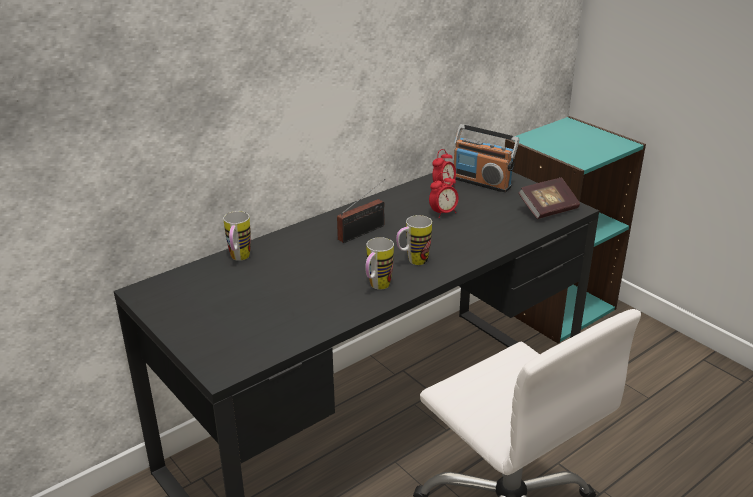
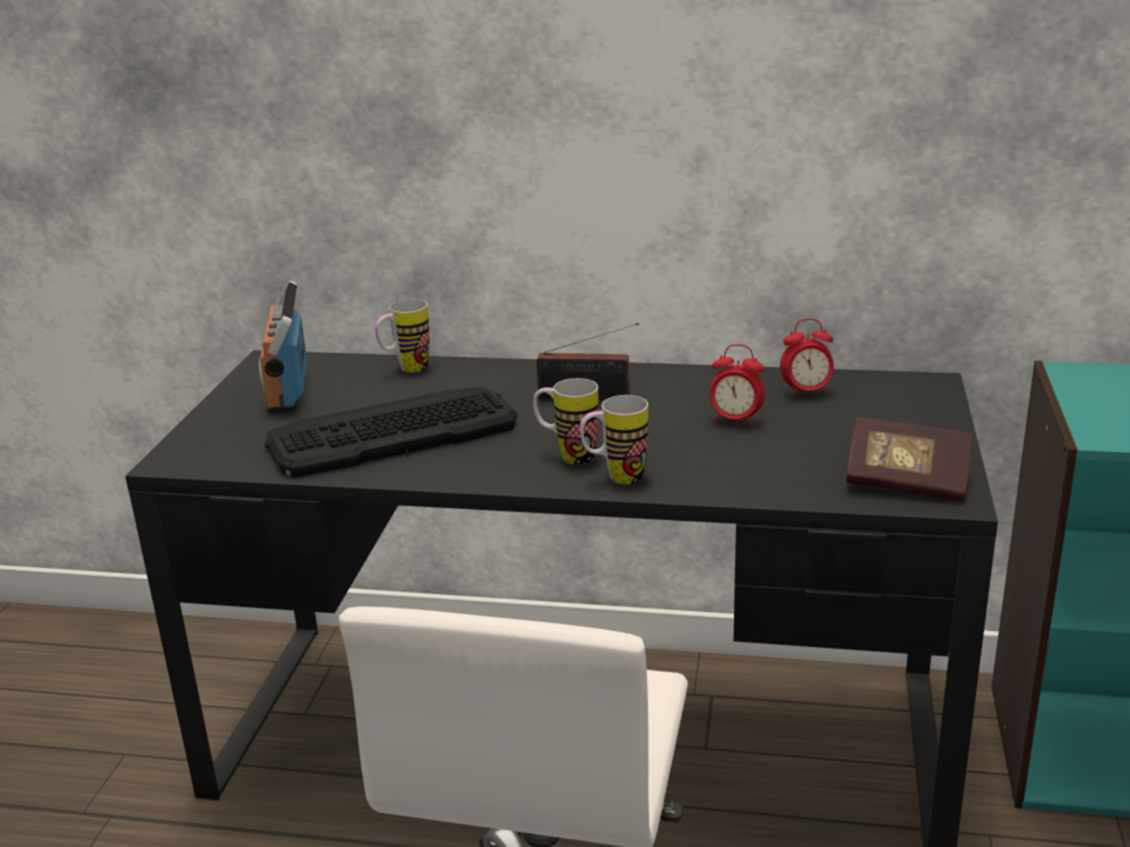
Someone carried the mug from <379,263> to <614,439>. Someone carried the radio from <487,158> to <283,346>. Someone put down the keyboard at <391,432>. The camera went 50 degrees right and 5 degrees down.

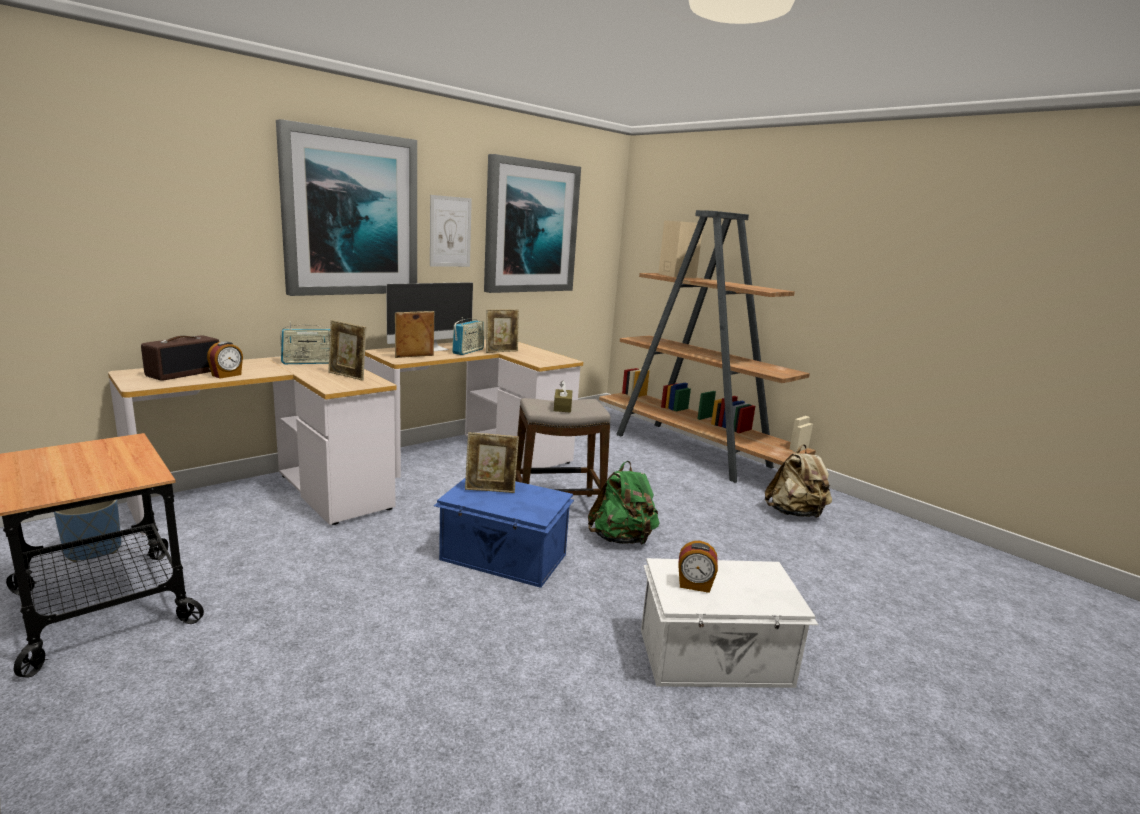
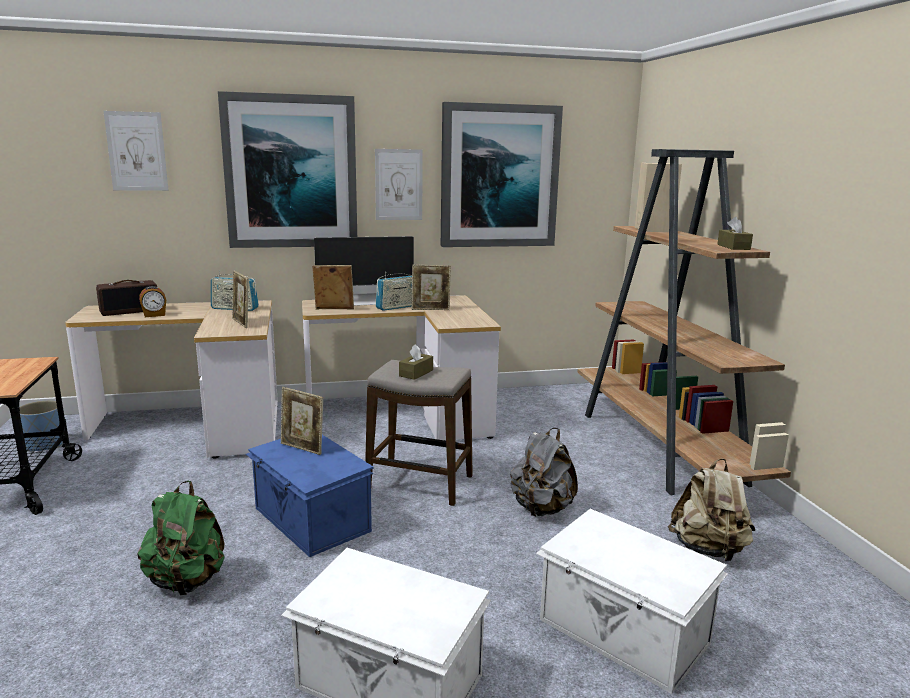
Someone carried the green backpack from <624,503> to <181,538>. Someone took away the alarm clock at <698,567>. Someone put up the picture at <136,151>. Someone put down the grey backpack at <544,472>. Someone put down the white storage box at <632,601>. Someone put down the brown tissue box at <735,233>. The camera went 30 degrees right and 0 degrees up.

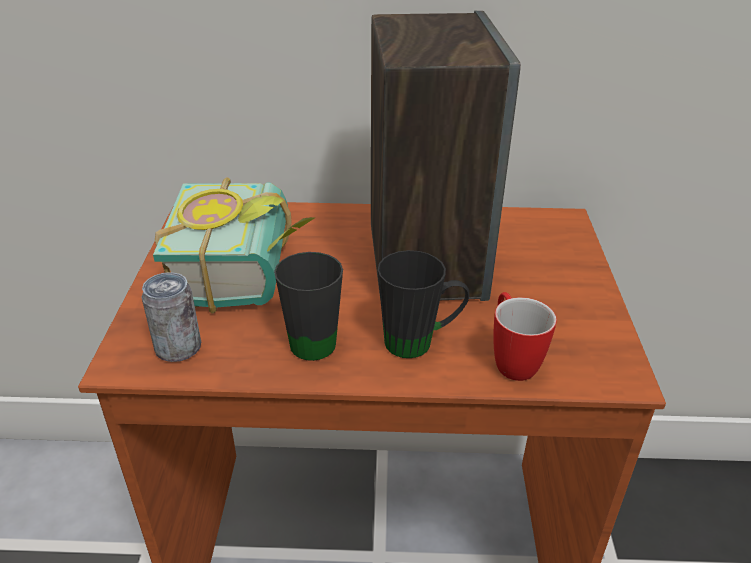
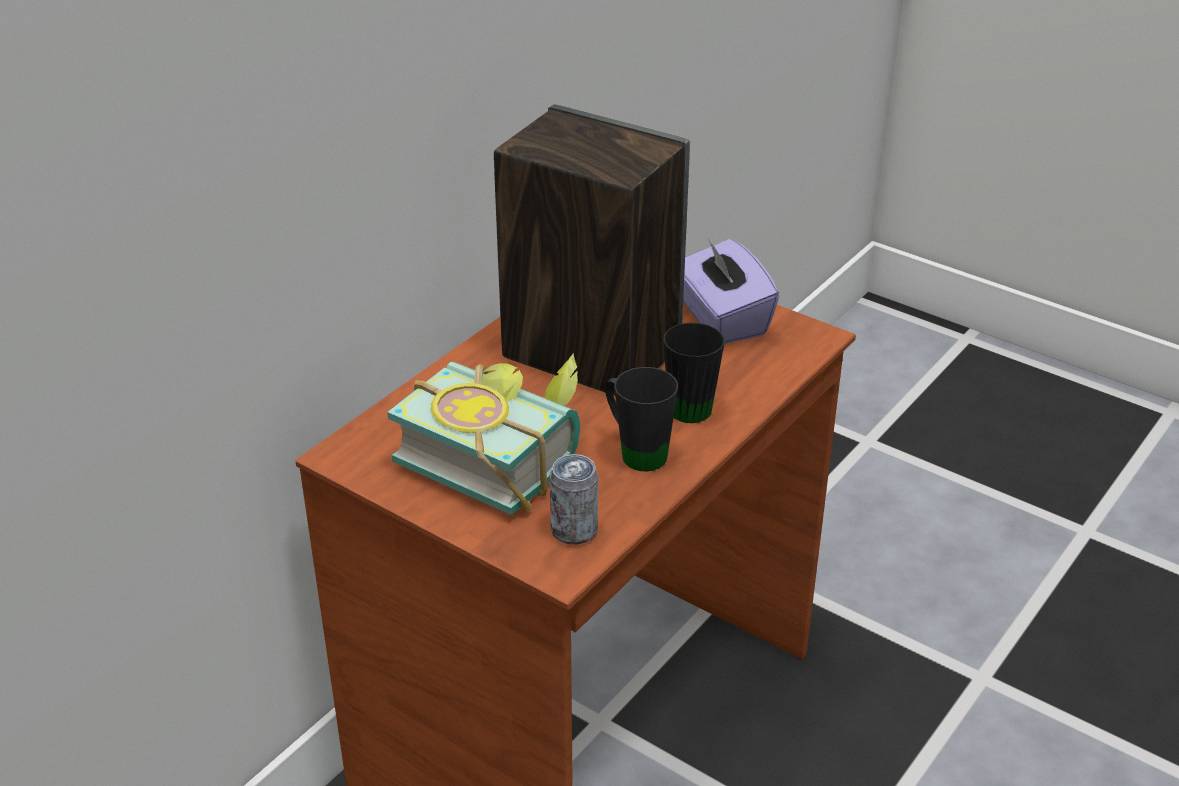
Someone took away the mug at <525,336>. Someone put down the purple tissue box at <731,291>. The camera went 55 degrees left and 0 degrees up.

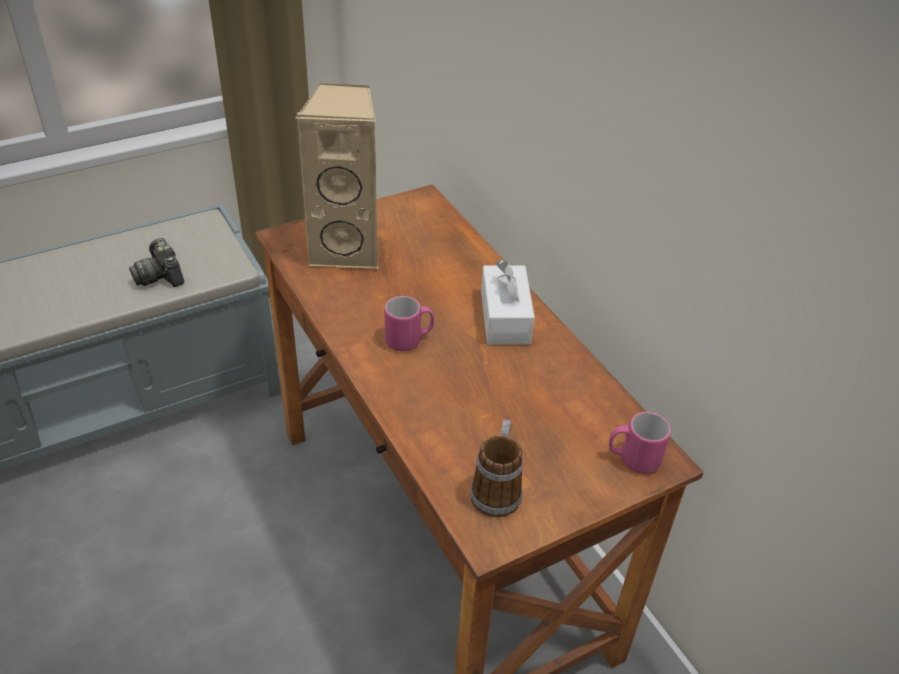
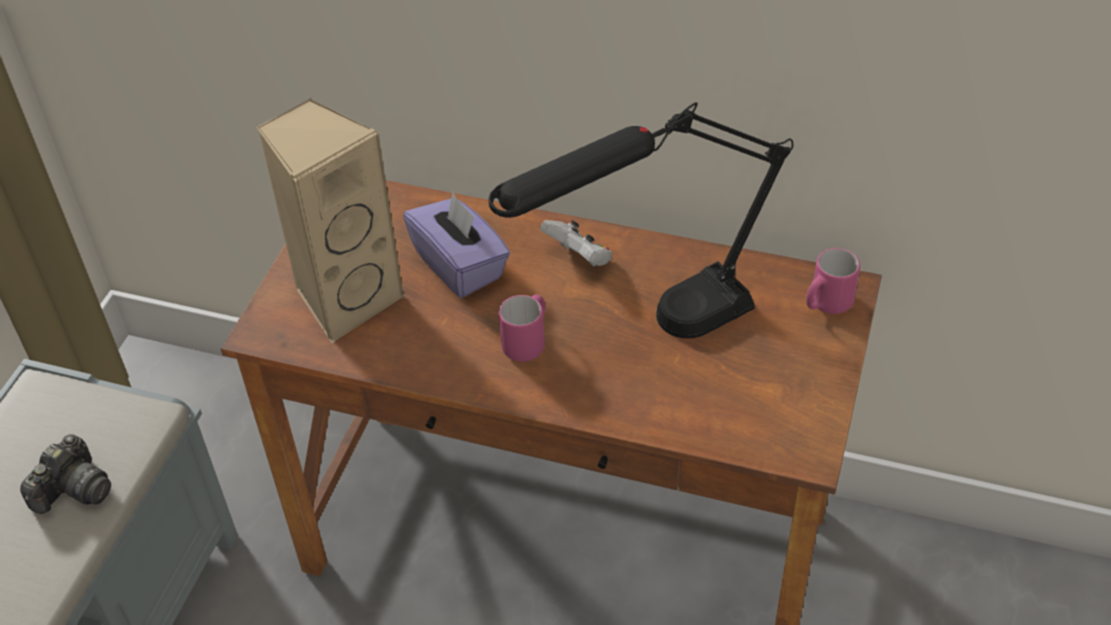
Someone rotated the photo camera at <156,262> by 75 degrees counterclockwise. Someone took away the mug at <496,468>. Someone swapped the white tissue box at <508,302> for the white game controller at <576,243>. Someone put down the purple tissue box at <456,245>. Someone put down the black table lamp at <640,220>. The camera went 40 degrees left and 5 degrees up.

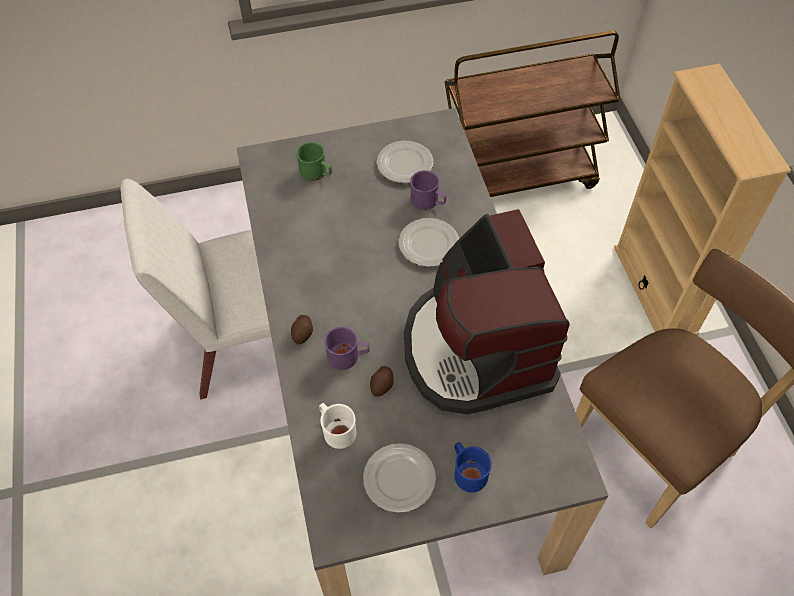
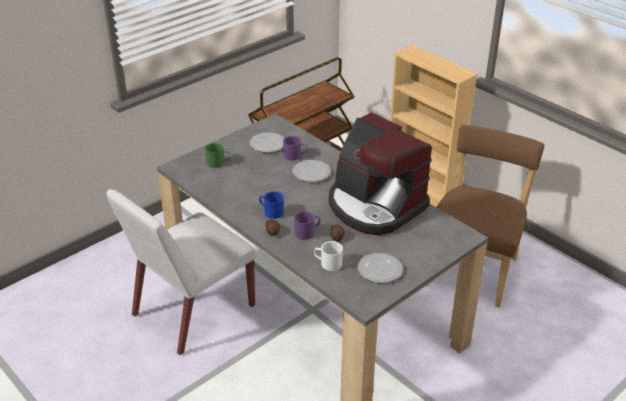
Someone carried the blue mug from <473,467> to <271,205>. The camera went 30 degrees left and 20 degrees down.

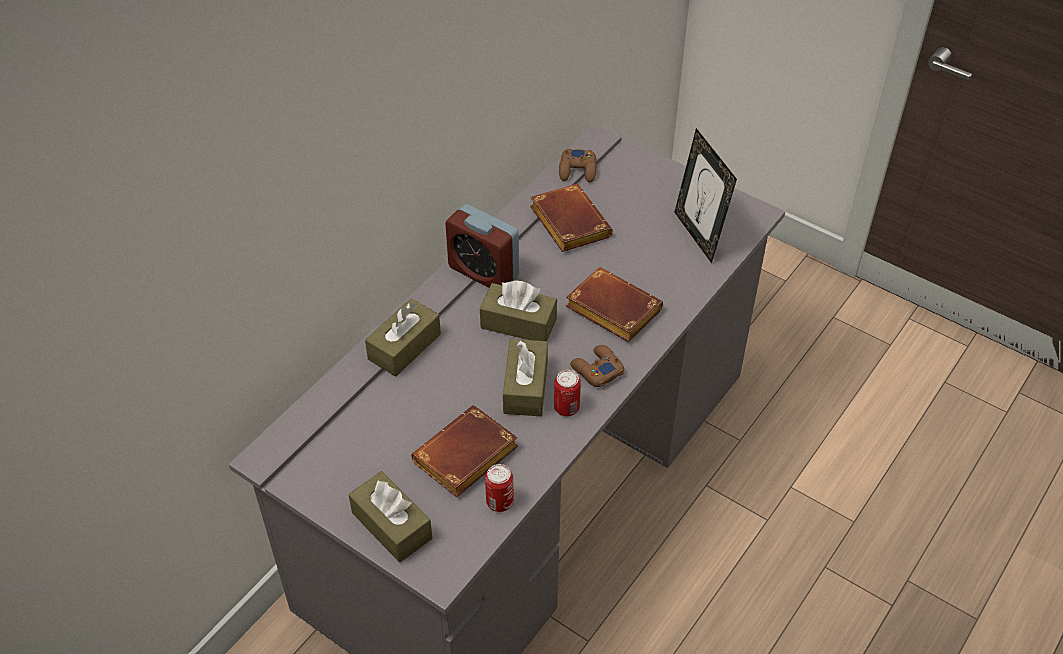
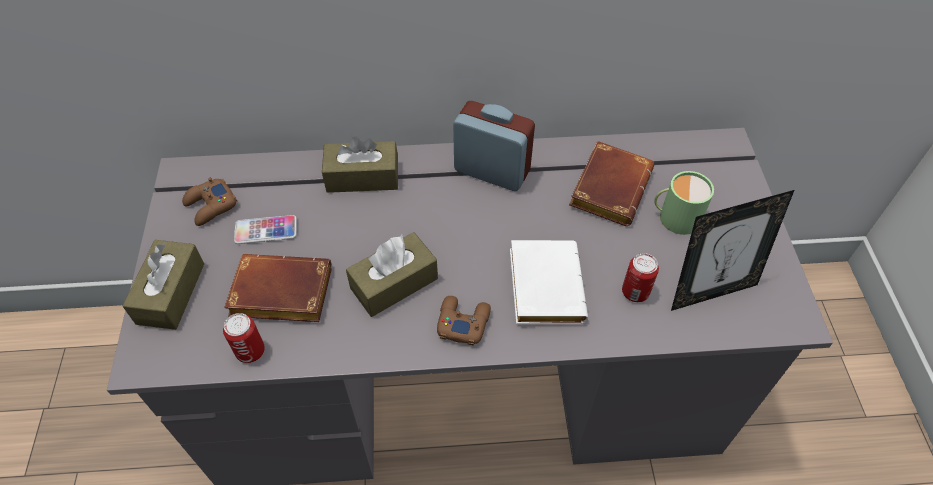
Someone rotated the alarm clock at <482,246> by 120 degrees clockwise. Someone took away the brown tissue box at <518,310>. Someone carried the can from <567,393> to <640,277>. Someone carried the brown game controller from <577,165> to <209,202>. Someone repainted the brown book at <614,304>, which became the white book at <549,282>. Someone rotated the picture frame at <705,195> by 135 degrees counterclockwise. Someone put down the phone at <265,229>. Someone put down the green mug at <684,203>. The camera went 50 degrees right and 5 degrees up.

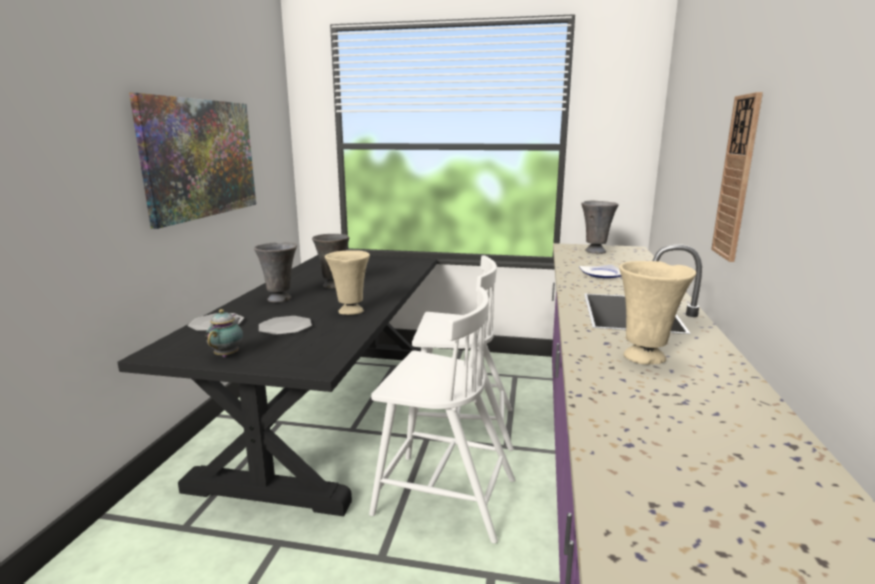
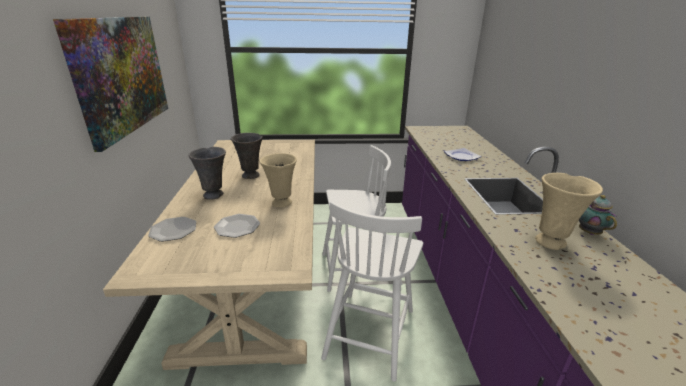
Someone repainted the black dining table at <277,385>, which became the beige dining table at <209,255>. Someone carried the teapot from <224,333> to <598,215>. Someone rotated the white chair at <442,415> by 105 degrees clockwise. Someone took away the grey vase at <600,227>. Someone took away the wall clock at <737,177>. The camera went 15 degrees left and 10 degrees up.

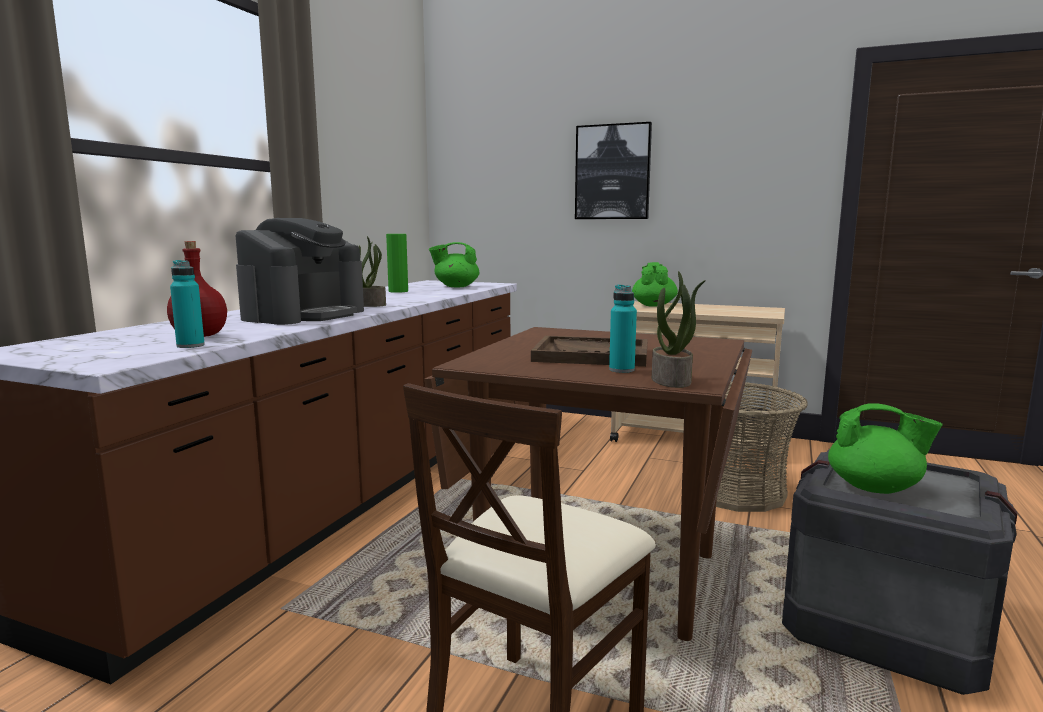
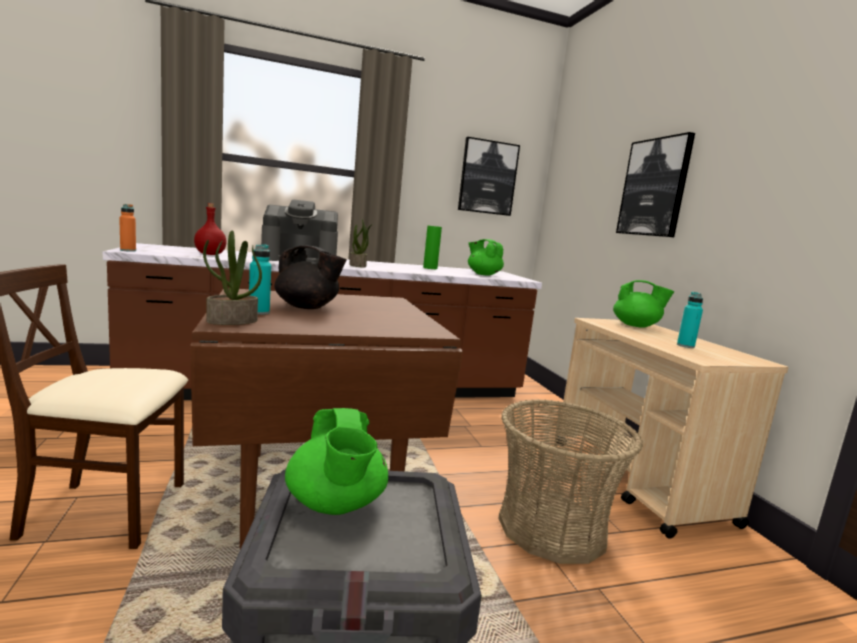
Someone carried the turquoise bottle from <187,304> to <690,320>. Someone swapped the brown tray at <589,351> for the black teapot at <310,277>. Someone rotated the green teapot at <655,284> by 60 degrees clockwise. Someone put down the orange bottle at <127,228>. Someone put up the picture at <489,176>. The camera went 50 degrees right and 0 degrees up.

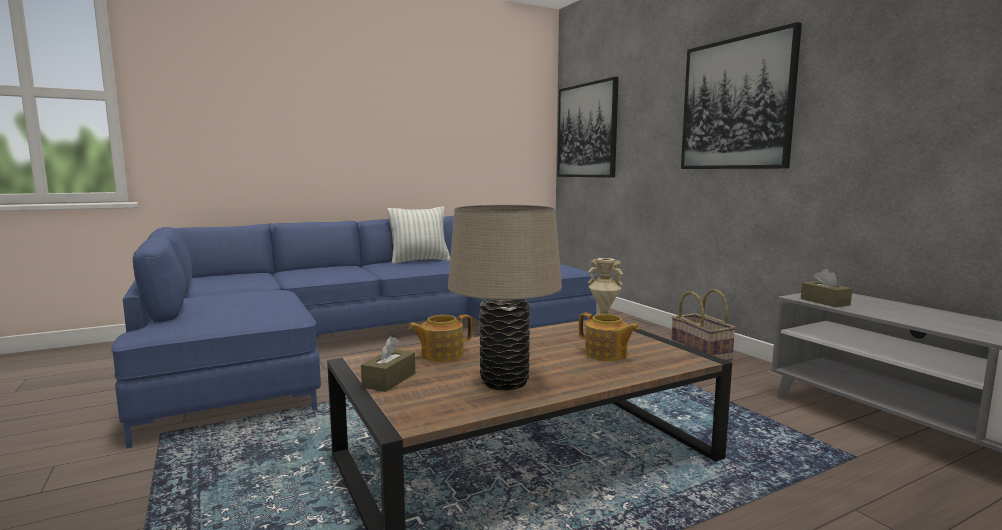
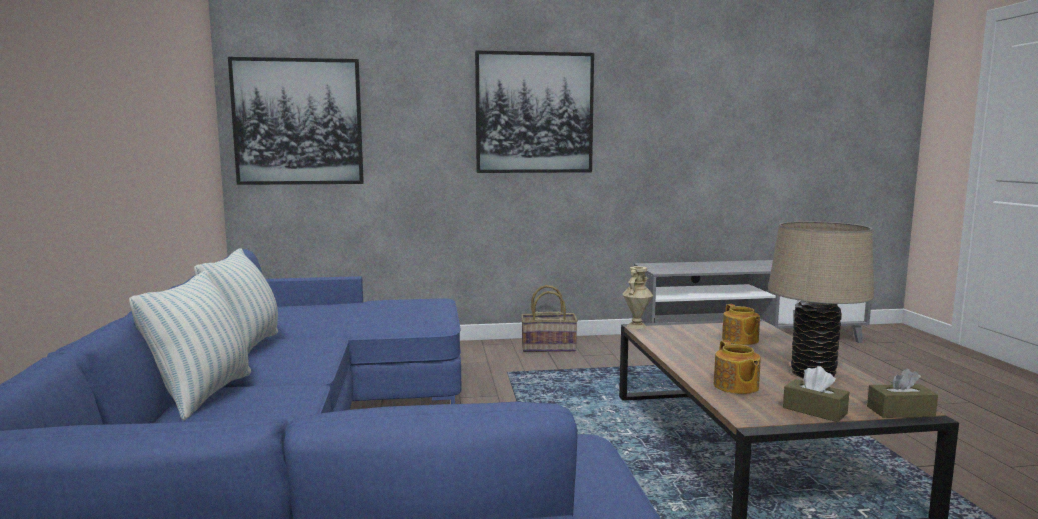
Someone rotated the teapot at <609,337> by 105 degrees clockwise. Someone carried the brown tissue box from <826,288> to <902,393>. Someone put down the pillow at <190,345>. The camera went 70 degrees left and 0 degrees up.

